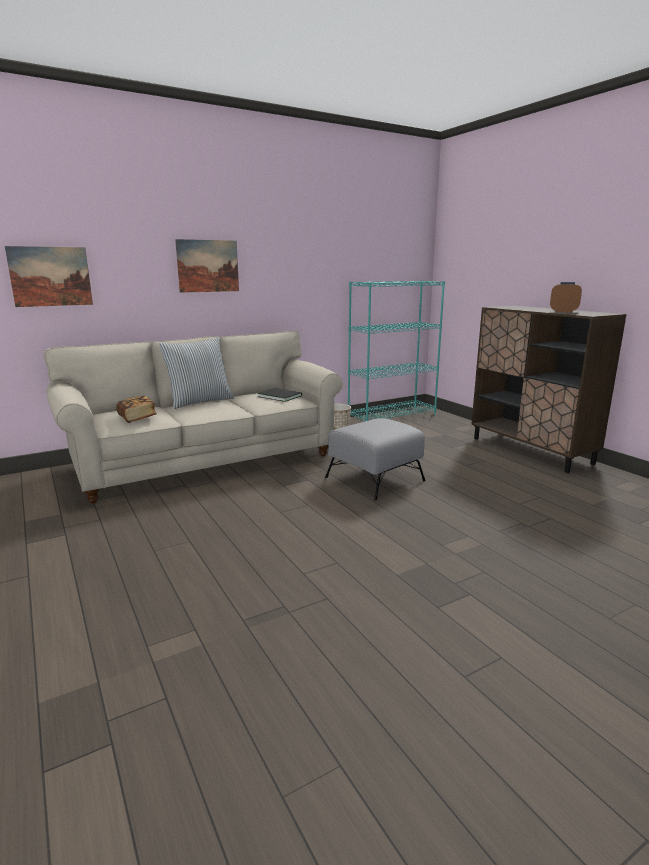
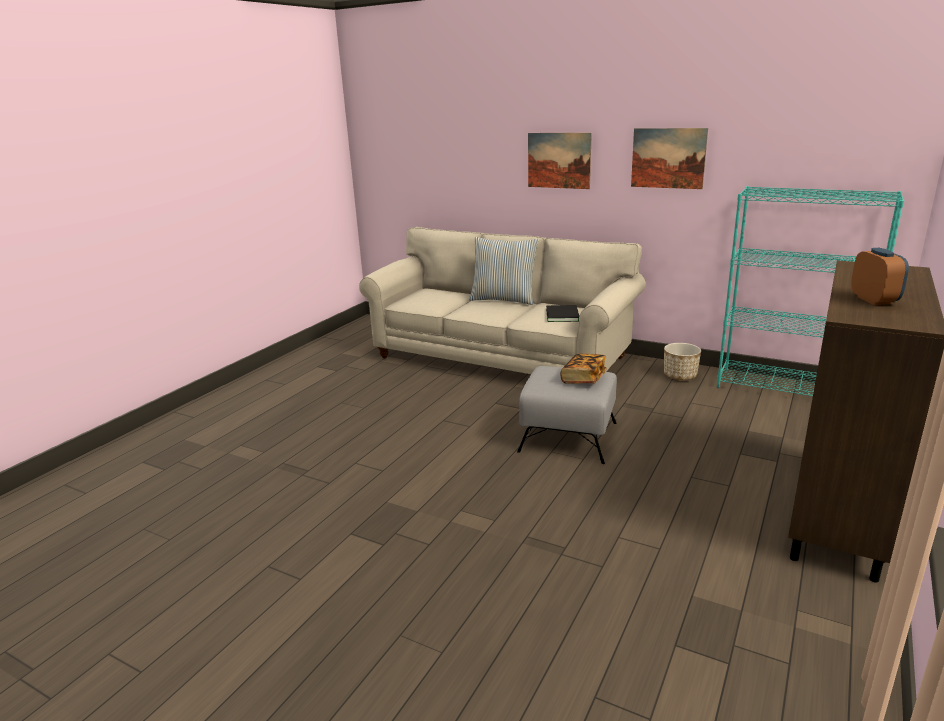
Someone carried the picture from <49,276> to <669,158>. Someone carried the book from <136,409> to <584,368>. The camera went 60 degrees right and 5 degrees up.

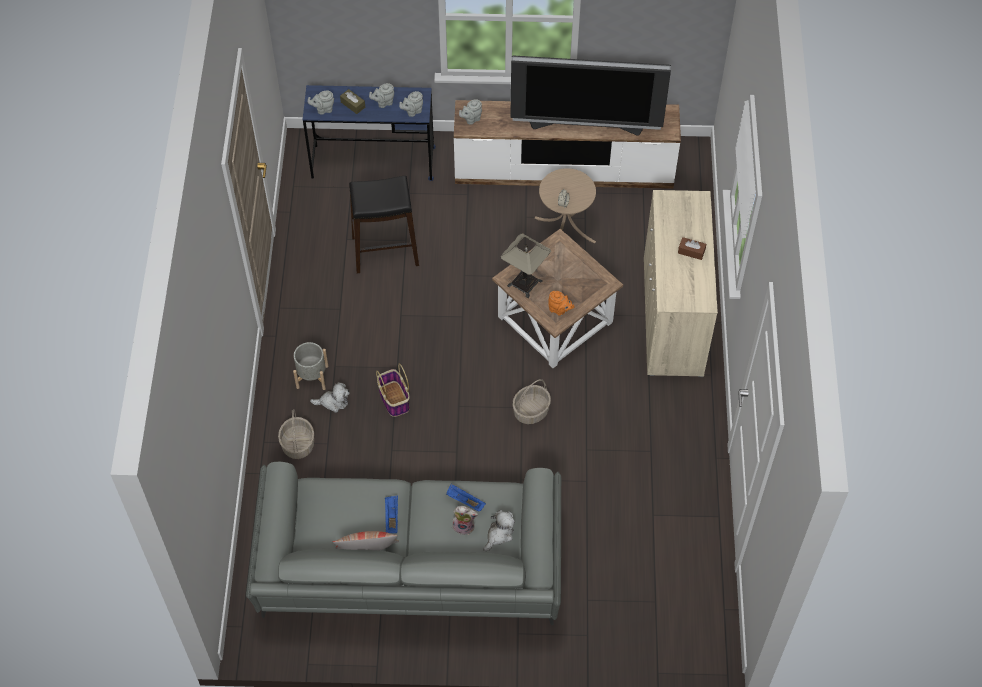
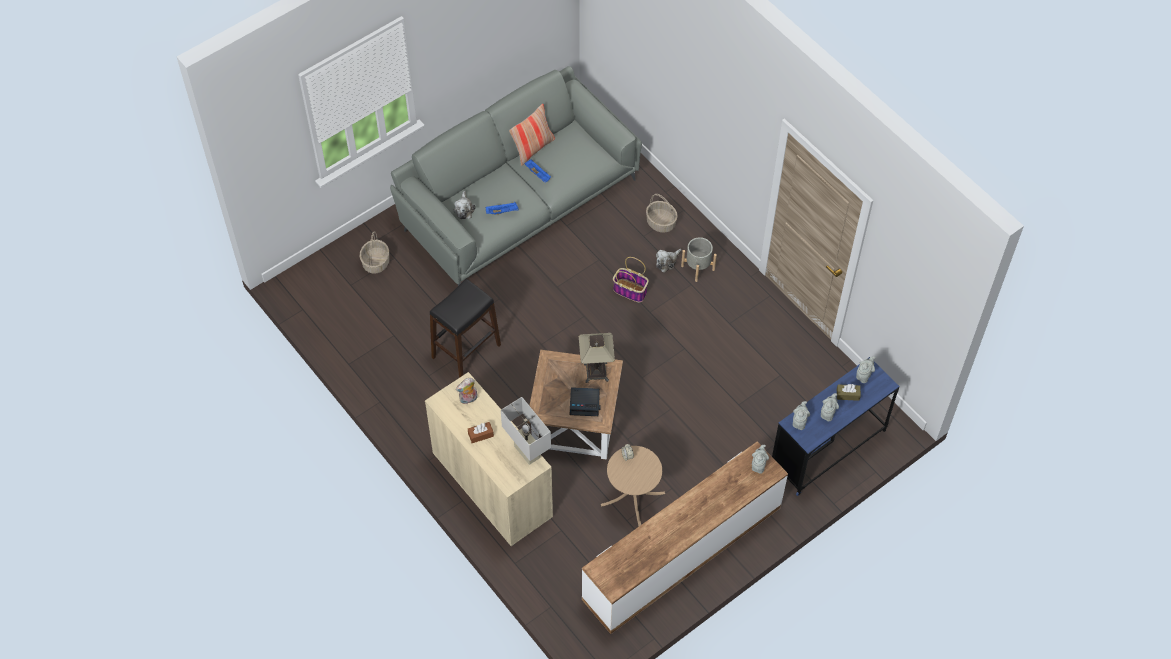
Someone carried the black stool from <384,224> to <465,328>. Someone carried the plush toy from <465,520> to <466,391>. Someone took away the television at <590,95>. Someone carried the basket from <531,401> to <374,252>. Someone took away the orange teapot at <561,303>. Someone put down the white table lamp at <526,431>. Someone put down the alarm clock at <585,401>. The camera went 140 degrees right and 0 degrees up.

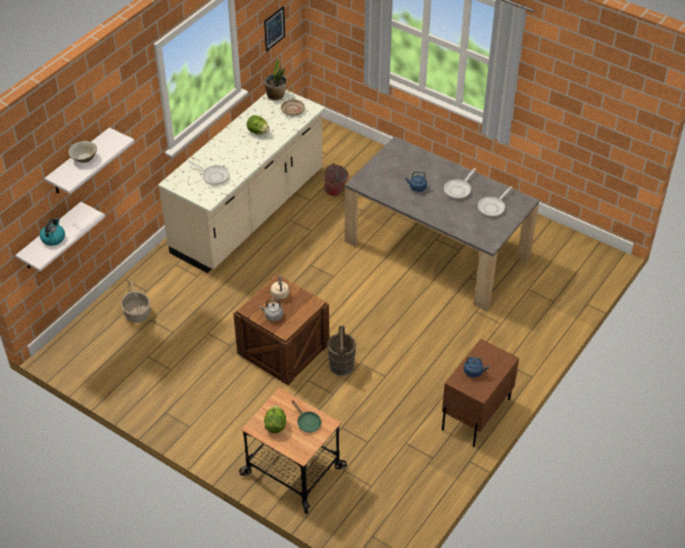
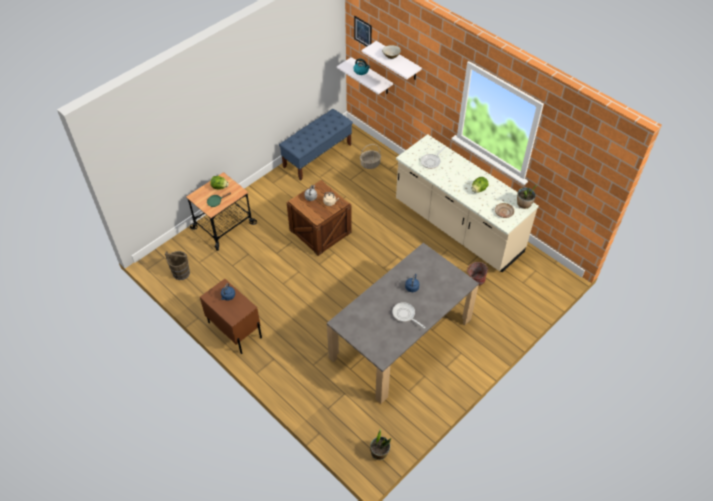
Someone carried the picture from <274,29> to <363,31>. Someone carried the brown bucket from <341,350> to <177,265>. Someone took away the frying pan at <495,201>. Someone put down the blue bench at <316,145>. Someone put down the potted plant at <380,444>. The camera went 100 degrees right and 5 degrees up.

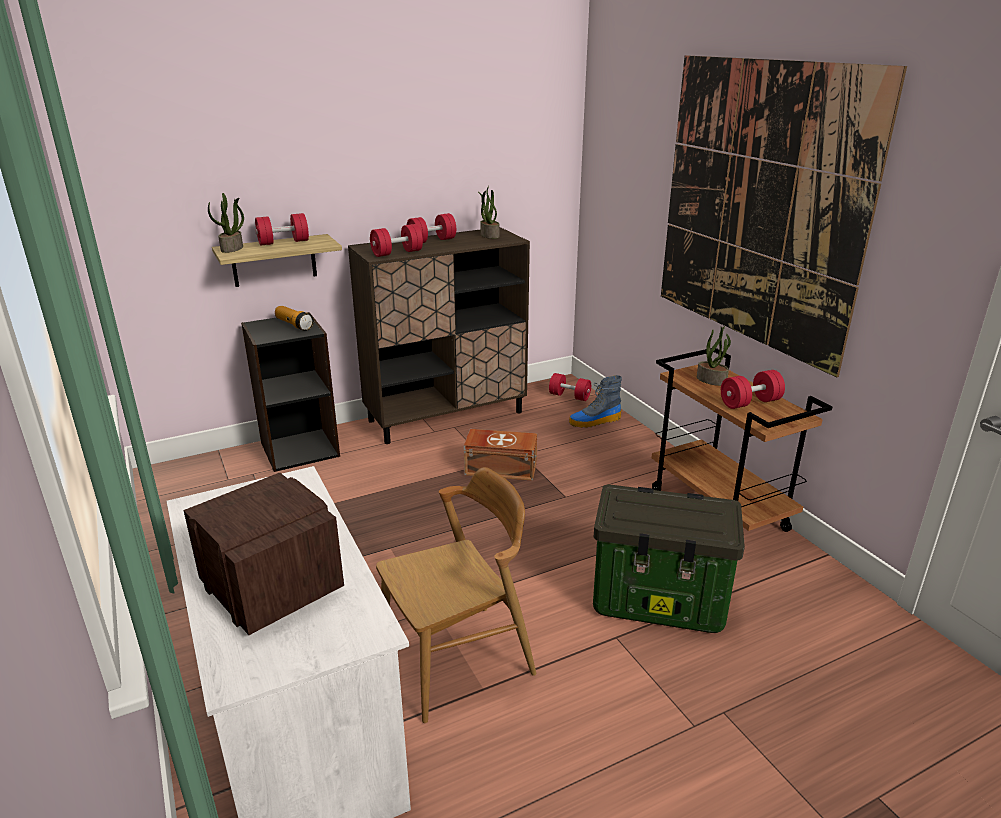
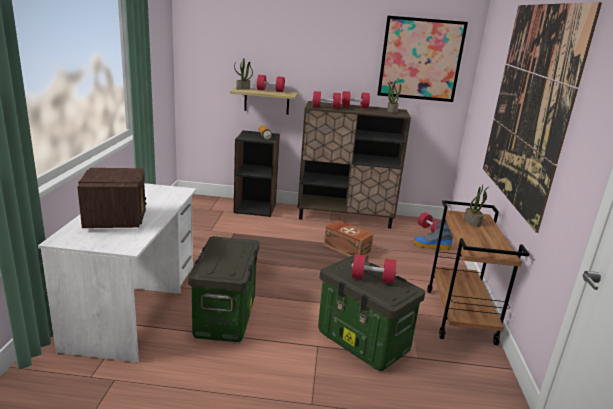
Someone swapped the brown chair at <456,595> for the storage box at <223,289>. Someone carried the red dumbbell from <753,389> to <374,269>. Someone put up the picture at <422,58>. The camera went 30 degrees right and 5 degrees down.

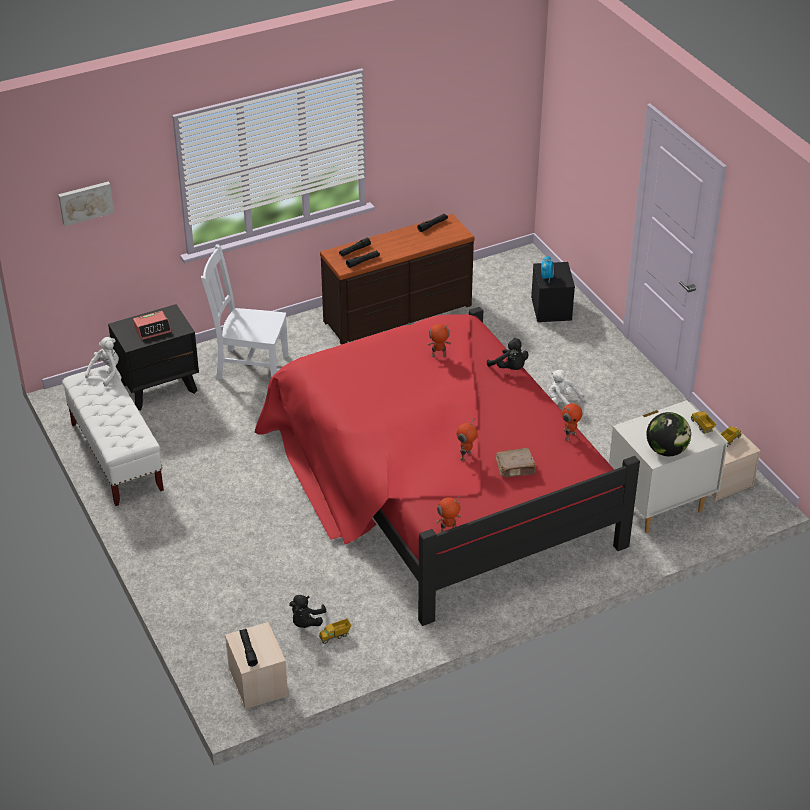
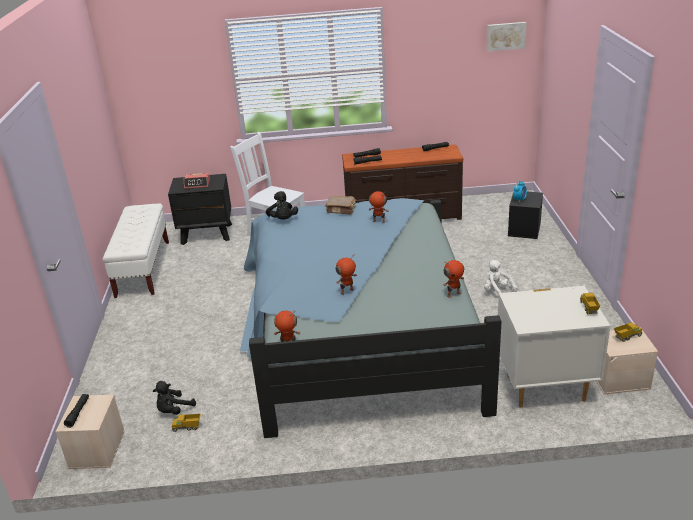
Someone carried the picture from <86,203> to <506,37>. Someone took away the white plush toy at <102,362>. Someone repainted the red bed at <447,466>, which became the blue bed at <371,318>. Someone carried the black plush toy from <508,354> to <282,205>. Someone carried the brown book from <516,462> to <340,205>. Someone took away the globe at <668,434>. The camera went 25 degrees right and 10 degrees down.

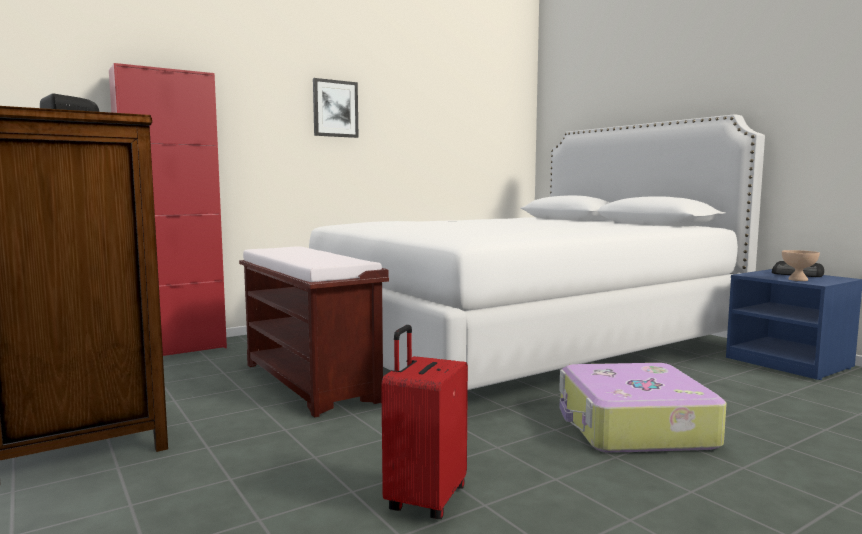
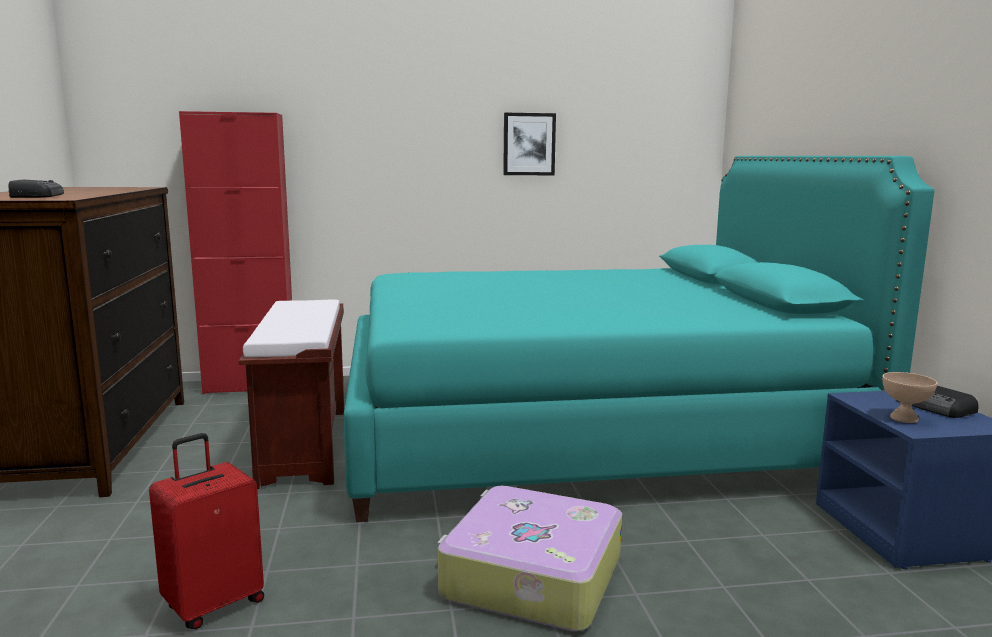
Someone repainted the white bed at <537,252>, which became the turquoise bed at <638,339>. Someone carried the picture from <336,108> to <529,144>. The camera went 25 degrees right and 5 degrees up.

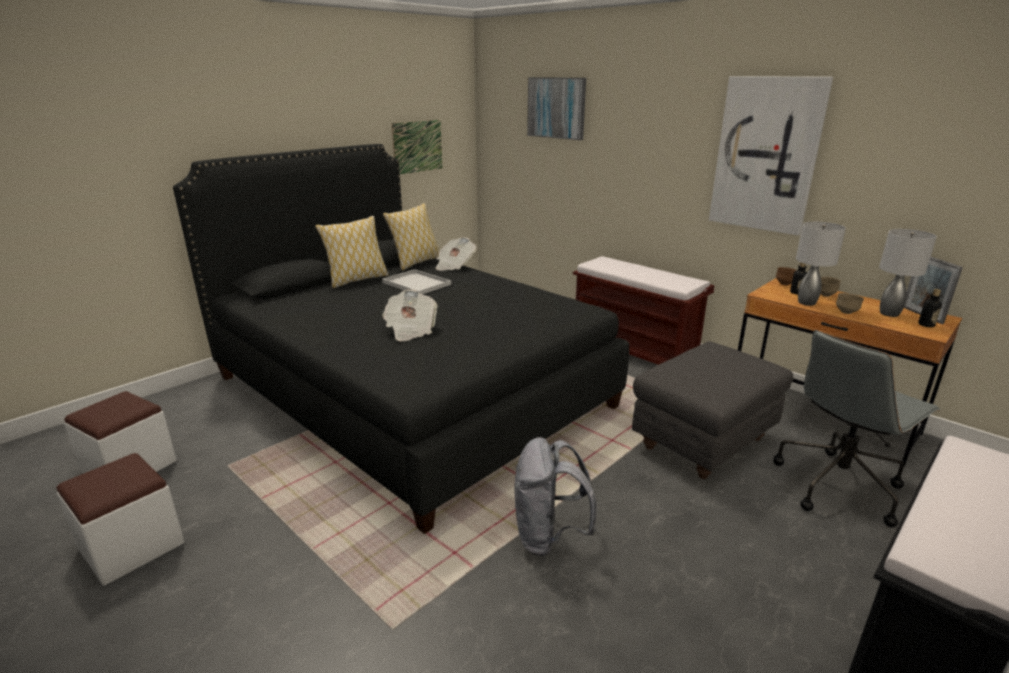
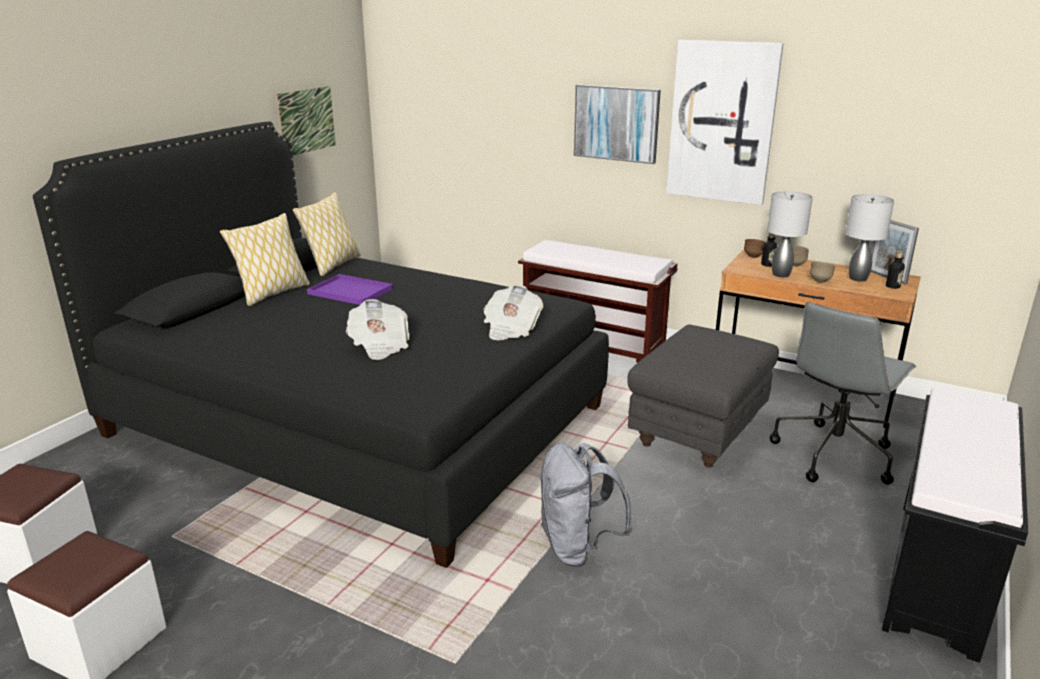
Someone repainted the white tray at <416,281>, which became the purple tray at <350,289>. Someone carried the newspaper from <456,254> to <513,312>. Someone carried the picture from <556,108> to <617,124>. The camera went 15 degrees left and 0 degrees up.

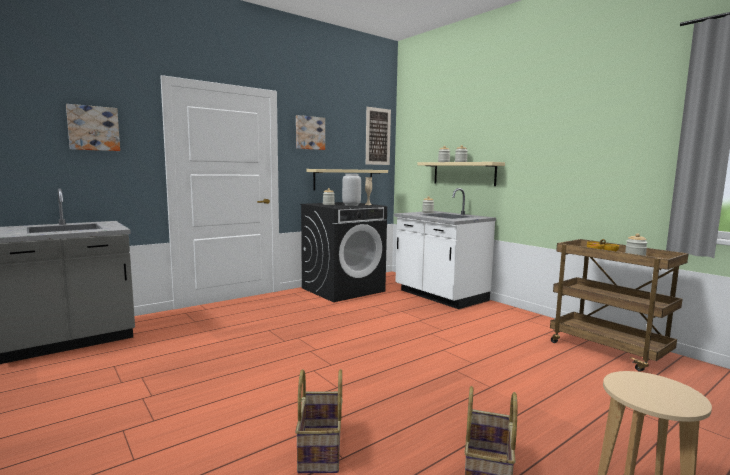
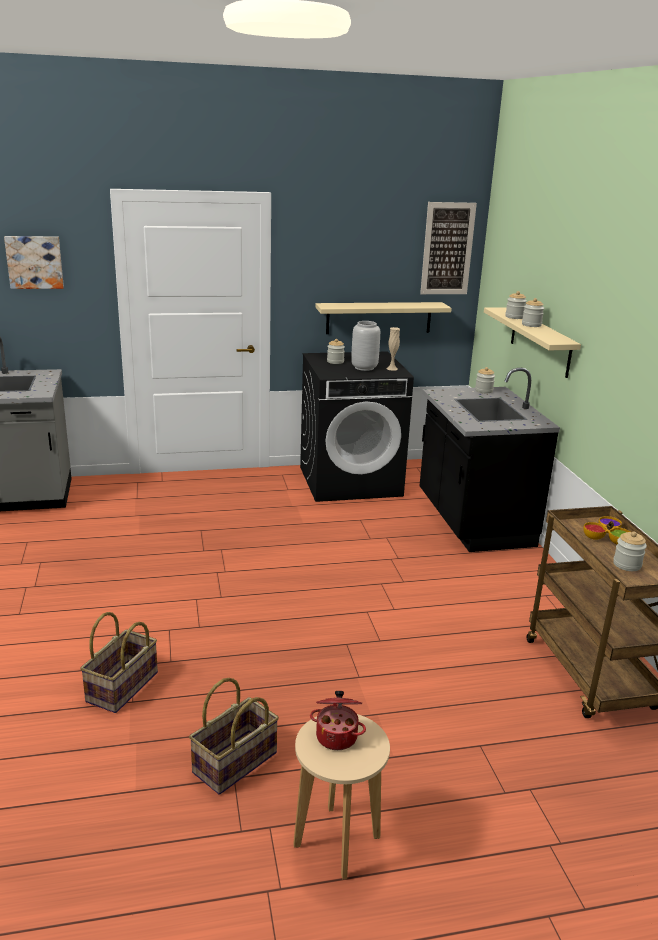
Someone took away the picture at <310,132>. Someone repainted the white counter at <445,248>, which became the black counter at <489,460>. Someone put down the cooking pot at <338,720>. The camera went 25 degrees right and 15 degrees up.

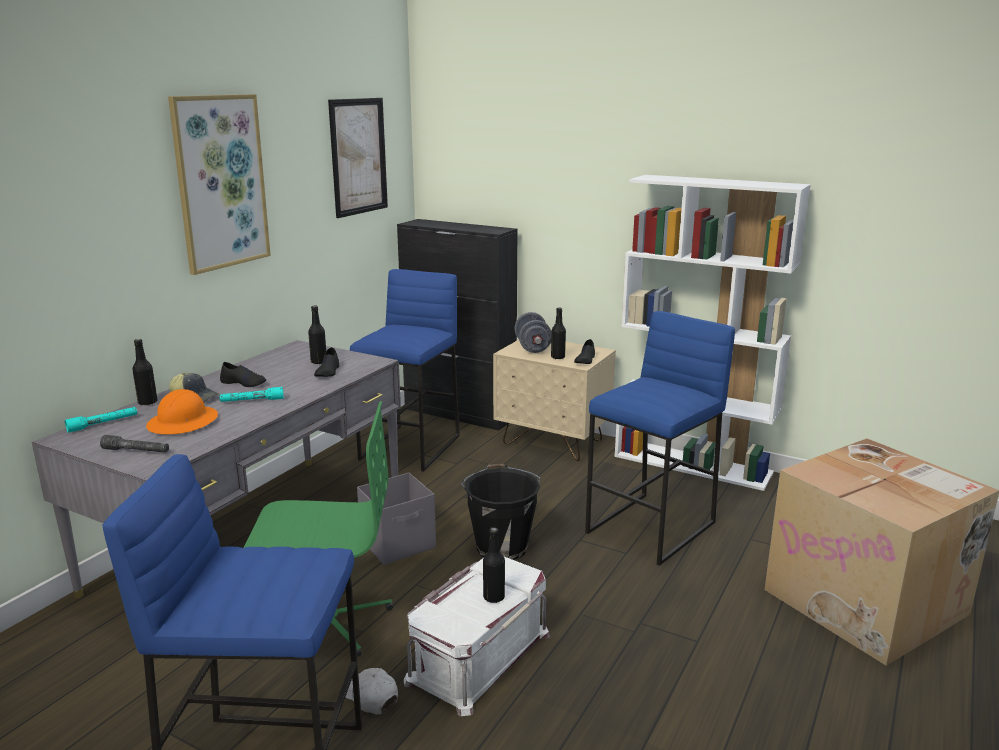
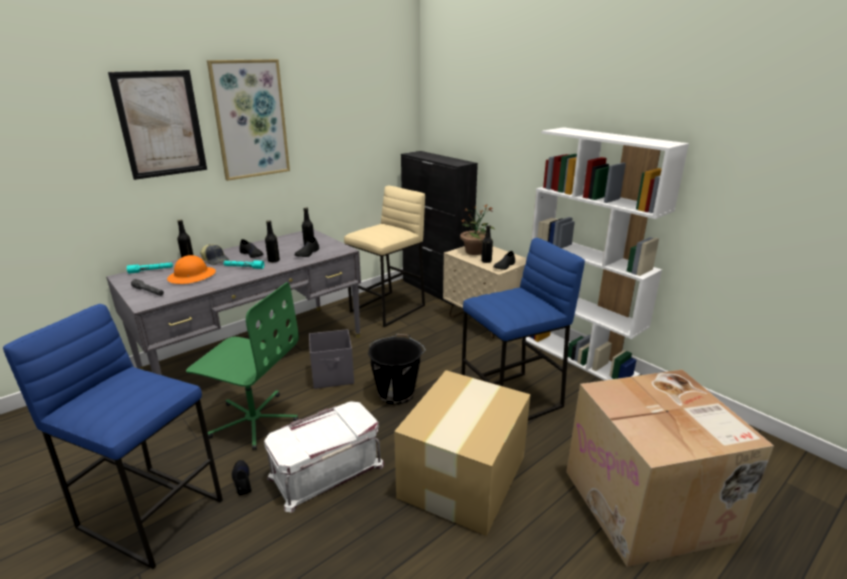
Someone carried the picture from <358,158> to <157,125>. Someone swapped the white cap at <371,691> for the black shoe at <241,478>. Someone repainted the blue stool at <405,370>, which became the beige stool at <384,256>. Someone carried the black bottle from <494,565> to <272,241>. Someone swapped the grey dumbbell at <533,332> for the potted plant at <477,230>. Someone put down the cardboard box at <462,453>. The camera went 20 degrees right and 5 degrees up.

